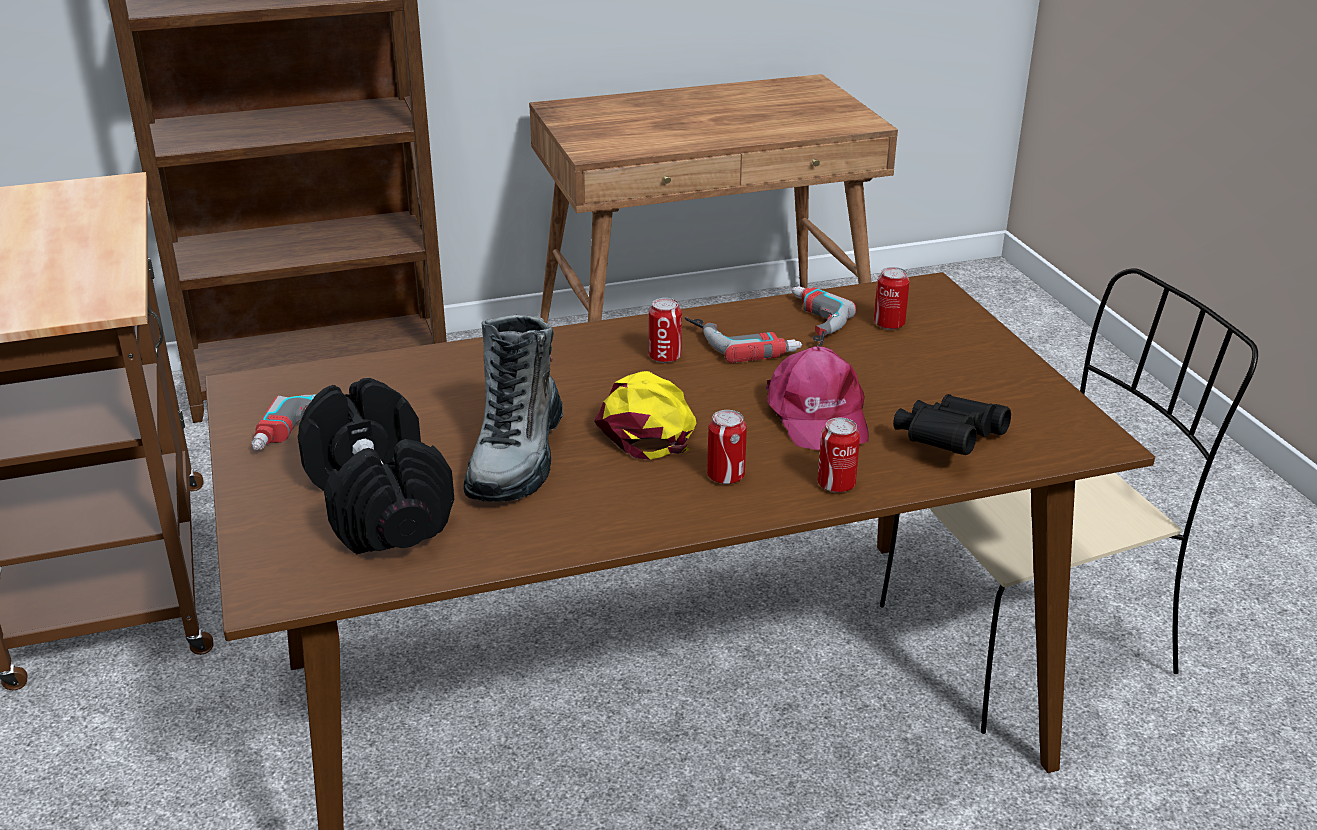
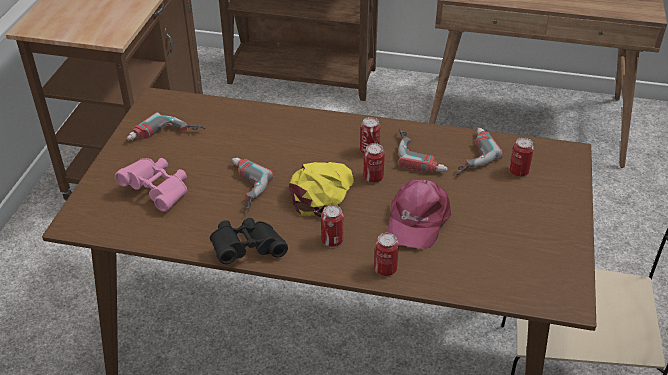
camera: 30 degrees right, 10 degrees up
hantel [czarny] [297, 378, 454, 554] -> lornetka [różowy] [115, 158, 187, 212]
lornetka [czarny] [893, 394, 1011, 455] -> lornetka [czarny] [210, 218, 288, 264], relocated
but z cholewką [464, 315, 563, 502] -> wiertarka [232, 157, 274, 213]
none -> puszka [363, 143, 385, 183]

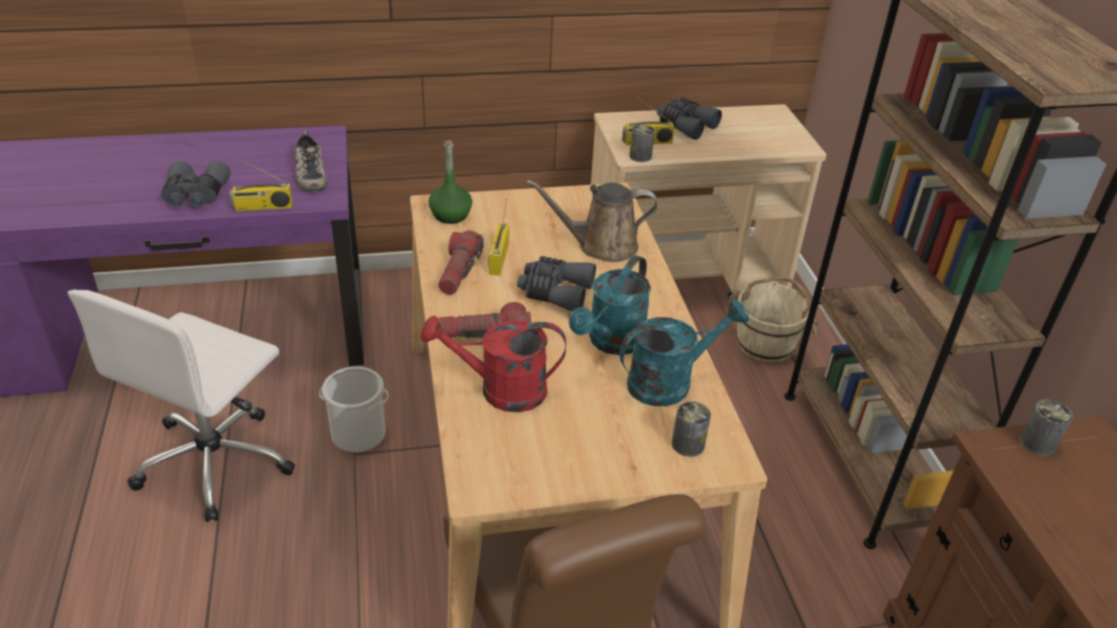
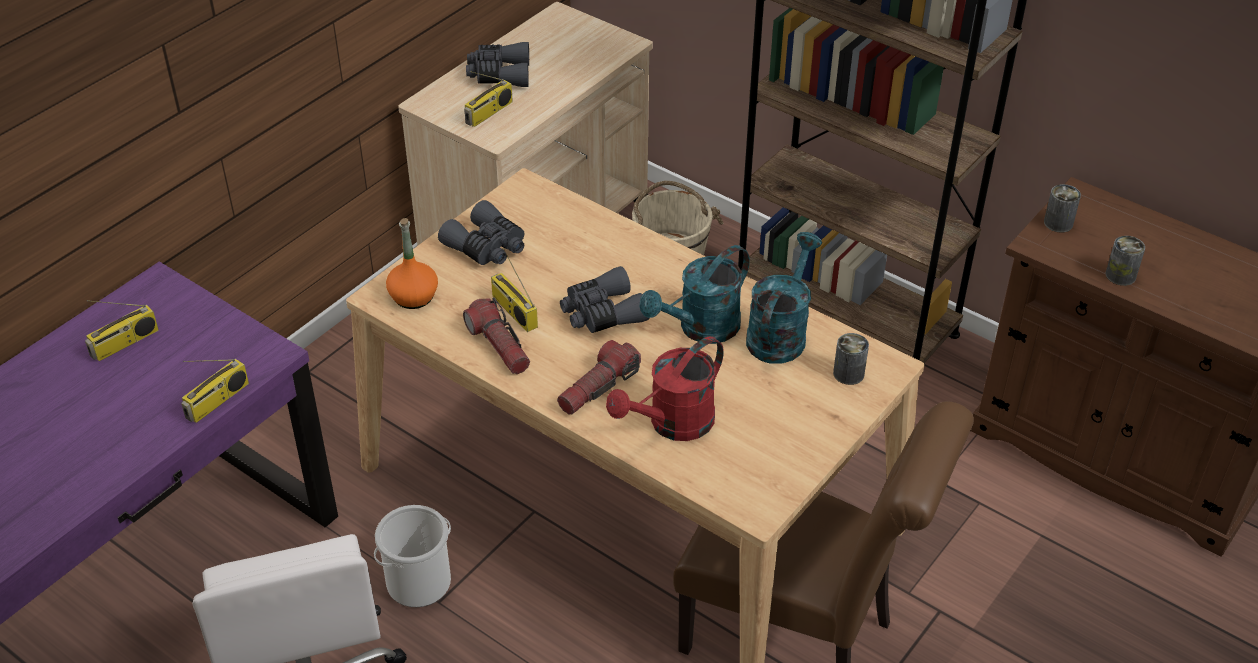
camera: 40 degrees left, 5 degrees up
none -> radio [85, 300, 159, 361]
butelka [zielony] [428, 140, 472, 224] -> butelka [pomarańczowy] [386, 218, 438, 309]
lornetka [szary] [161, 161, 231, 207] -> lornetka [szary] [438, 200, 525, 265], relocated
konewka [turkusowy] [569, 255, 651, 355] -> konewka [turkusowy] [640, 245, 750, 344], 60 degrees clockwise
puszka [629, 124, 655, 162] -> puszka [1106, 236, 1145, 286], relocated
but [295, 130, 327, 192] -> none
konewka [brązowy] [526, 180, 658, 262] -> none

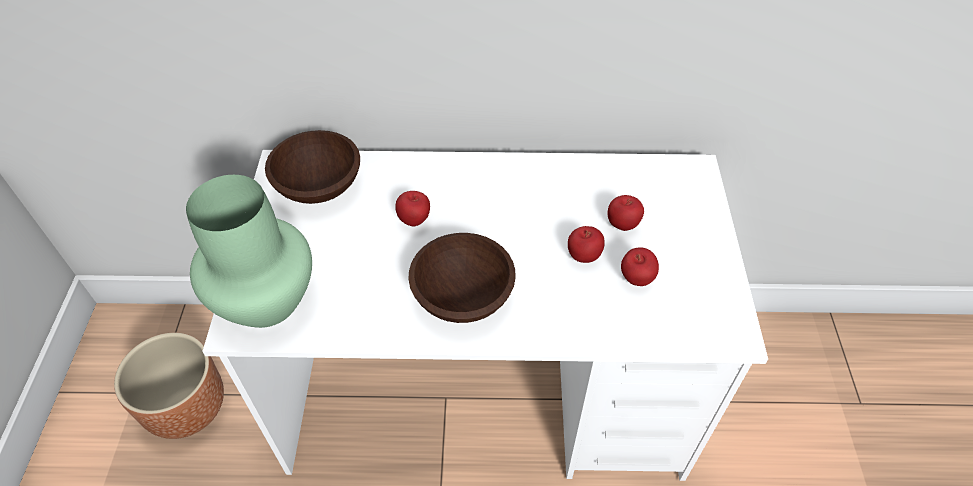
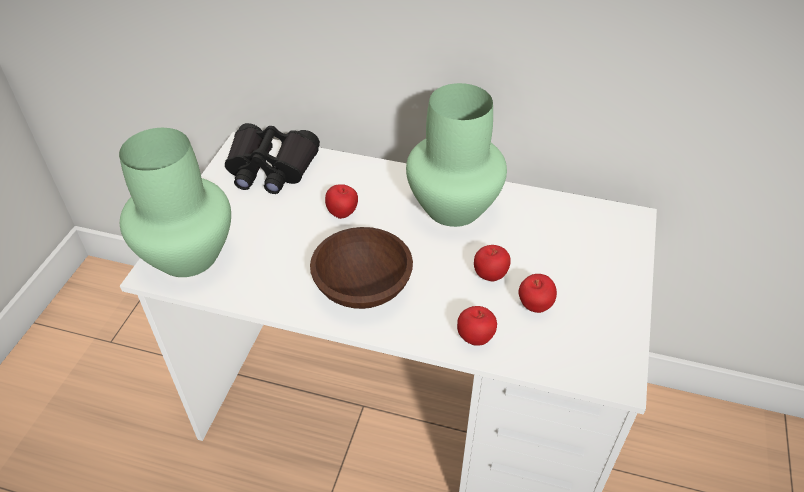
camera: 15 degrees right, 5 degrees down
miska [brązowy] [265, 130, 360, 204] -> lornetka [czarny] [225, 123, 320, 194]
none -> wazon [zielony] [406, 83, 507, 227]
jabłko [607, 195, 644, 231] -> jabłko [457, 306, 497, 346], relocated
donica [brązowy] [114, 333, 224, 439] -> none

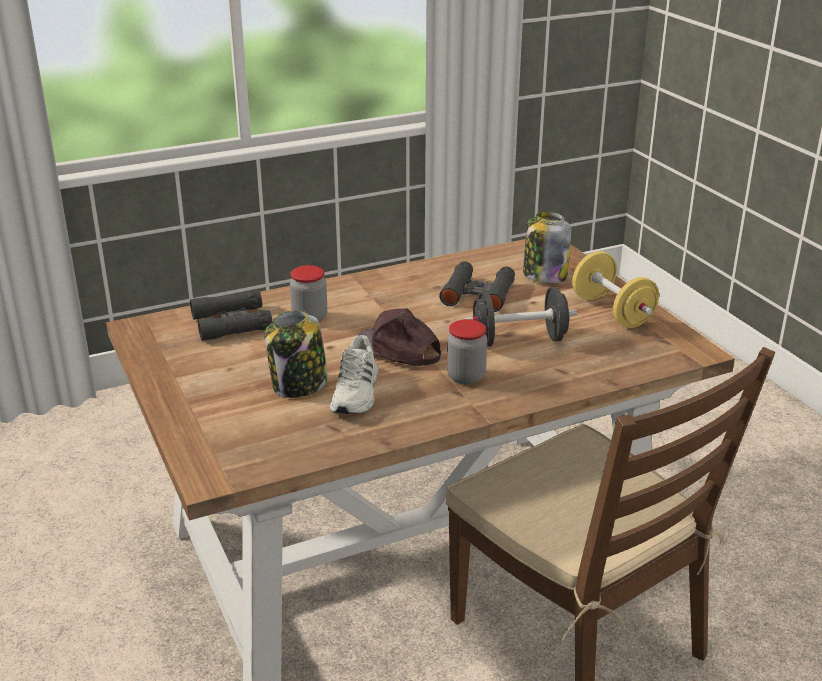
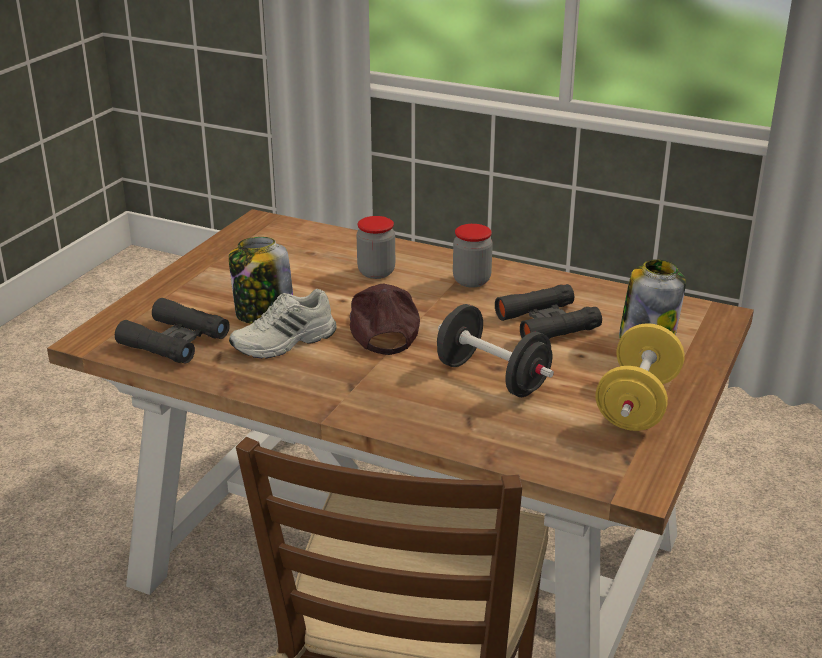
camera: 50 degrees right, 0 degrees up
lornetka [czarny] [190, 290, 273, 341] -> lornetka [czarny] [115, 298, 230, 364], relocated
słoik [447, 319, 487, 385] -> słoik [453, 224, 493, 288], relocated

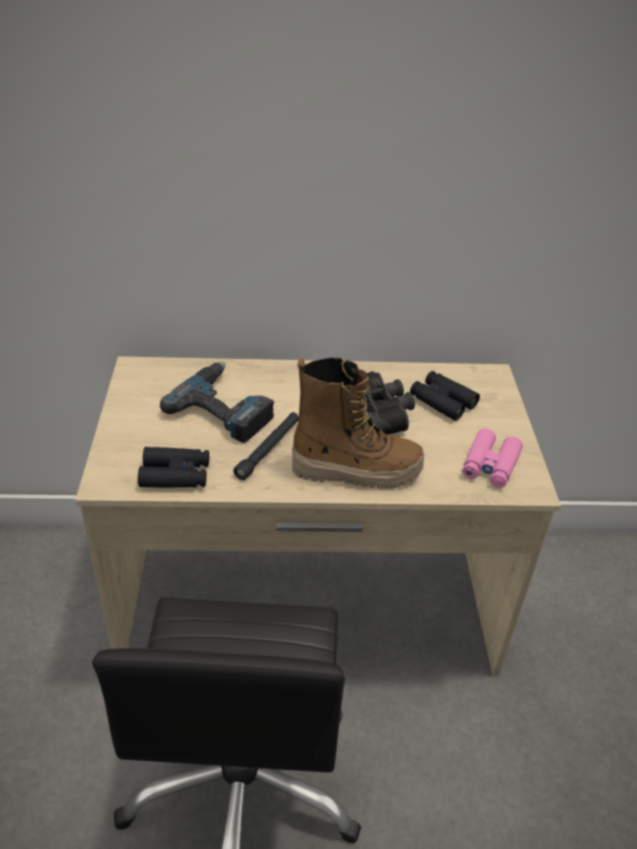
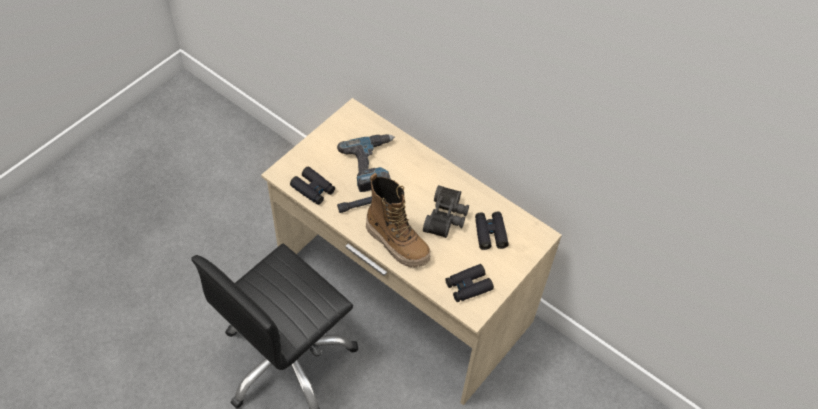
camera: 40 degrees right, 15 degrees up
lornetka [różowy] [462, 428, 523, 488] -> lornetka [czarny] [445, 264, 494, 302]

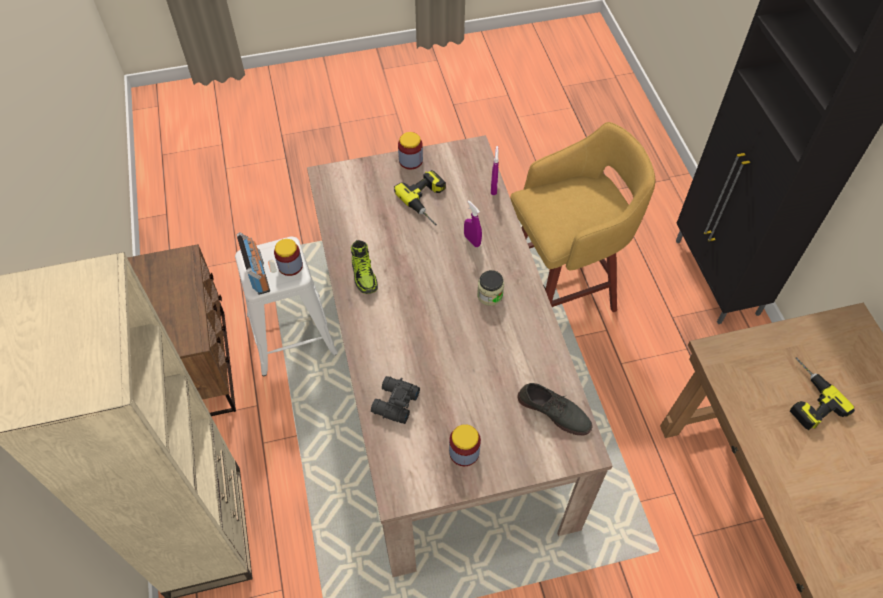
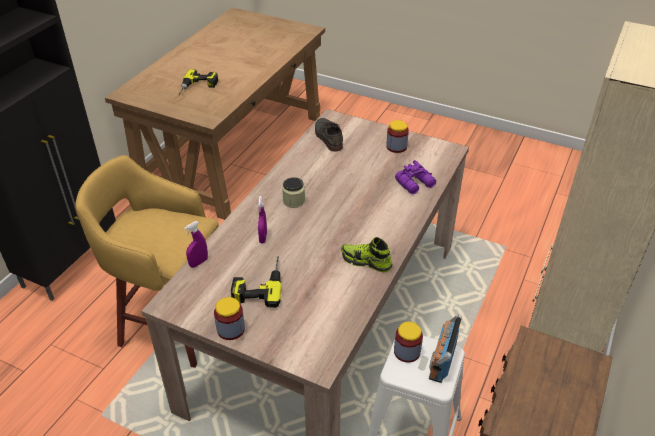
camera: 140 degrees left, 15 degrees down
but [351, 240, 378, 294] -> but [341, 237, 393, 273], 90 degrees counterclockwise
lornetka [czarny] [371, 376, 420, 424] -> lornetka [fioletowy] [395, 160, 436, 194]

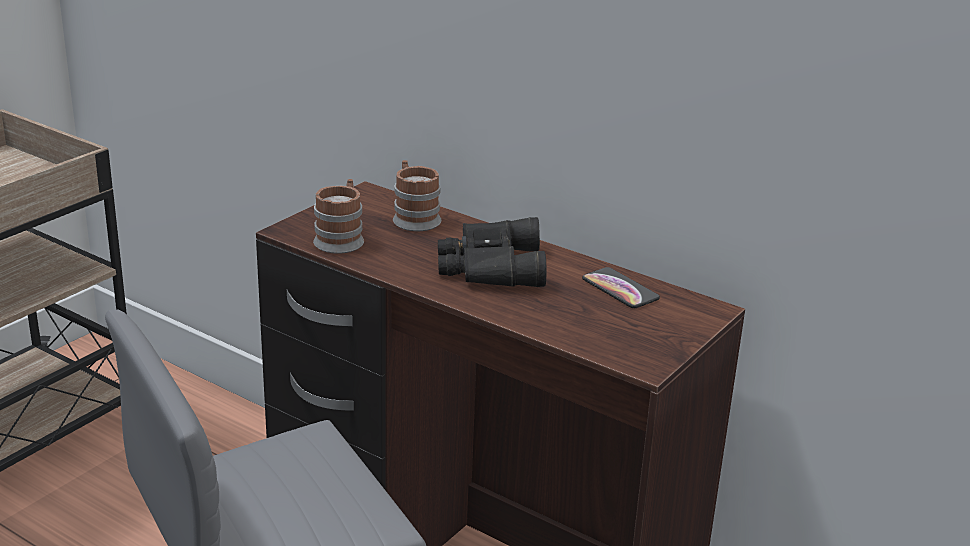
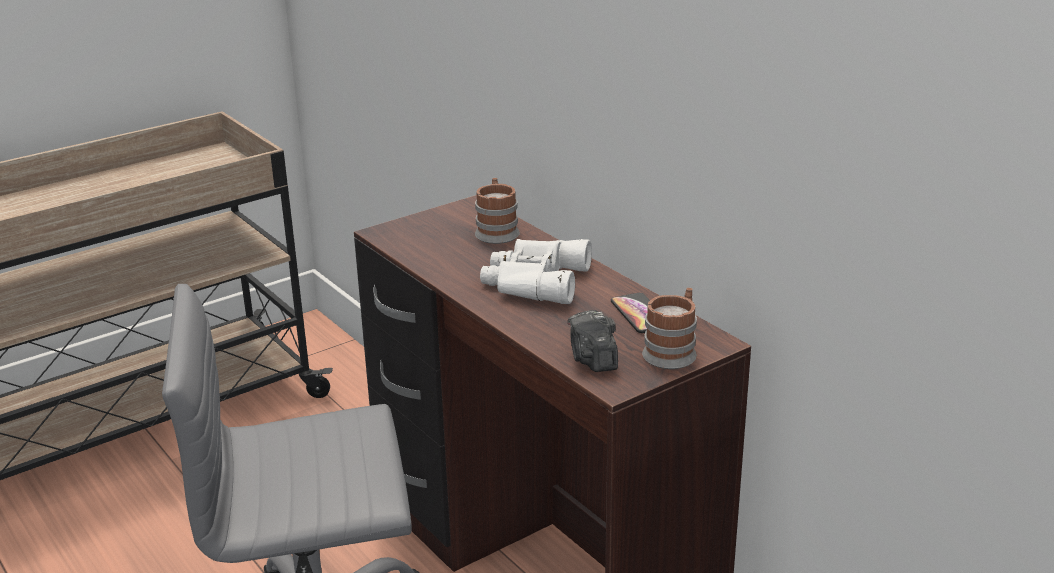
camera: 20 degrees right, 0 degrees up
lornetka [czarny] [438, 217, 547, 287] -> lornetka [biały] [480, 239, 592, 304]
none -> aparat fotograficzny [567, 310, 618, 372]
kubek [313, 179, 364, 254] -> kubek [642, 288, 697, 369], relocated

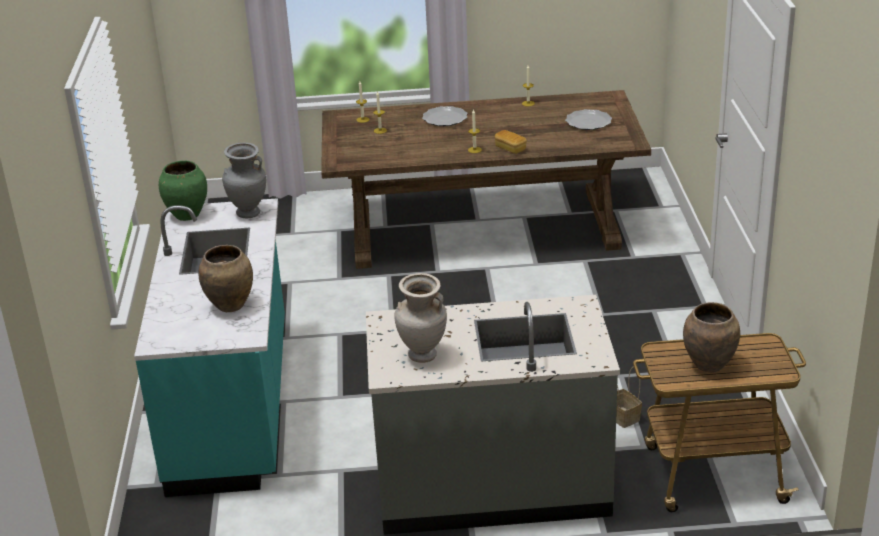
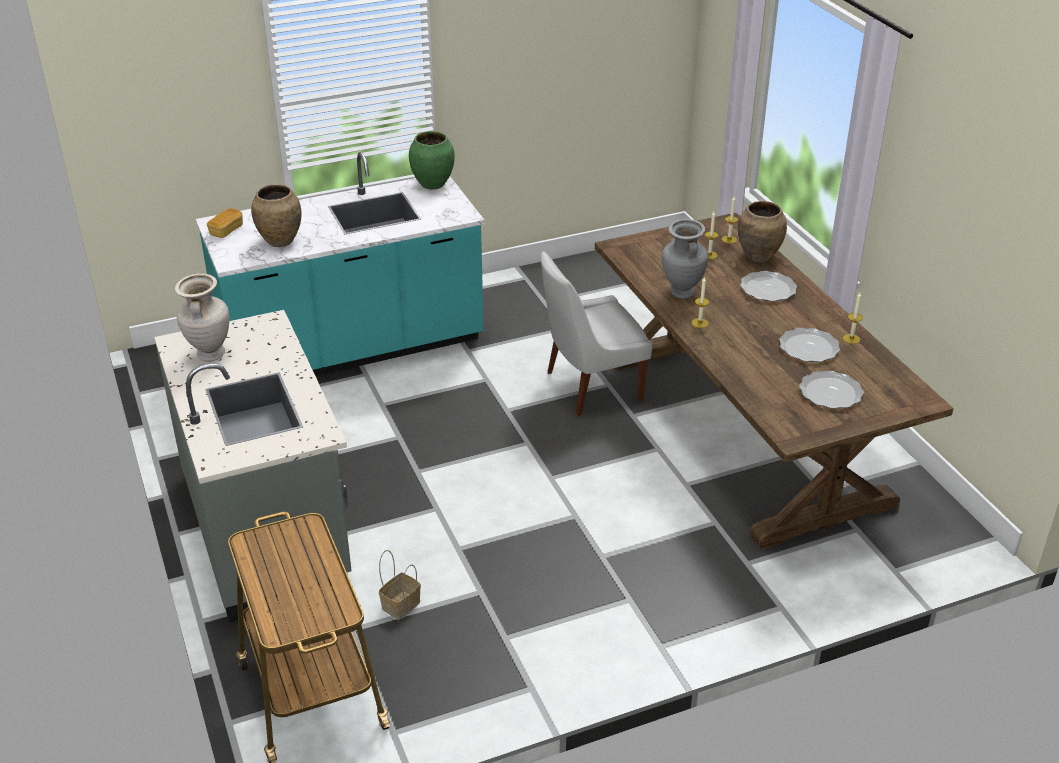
camera: 70 degrees right, 5 degrees up
chleb [495, 130, 527, 154] -> chleb [207, 208, 243, 238], relocated
none -> krzesło [biały] [541, 251, 653, 416]
wazon [szary] [222, 142, 266, 218] -> wazon [szary] [662, 219, 708, 299], relocated
wazon [brązowy] [683, 302, 740, 373] -> wazon [brązowy] [738, 201, 787, 262], relocated
none -> talerz [779, 328, 840, 362]

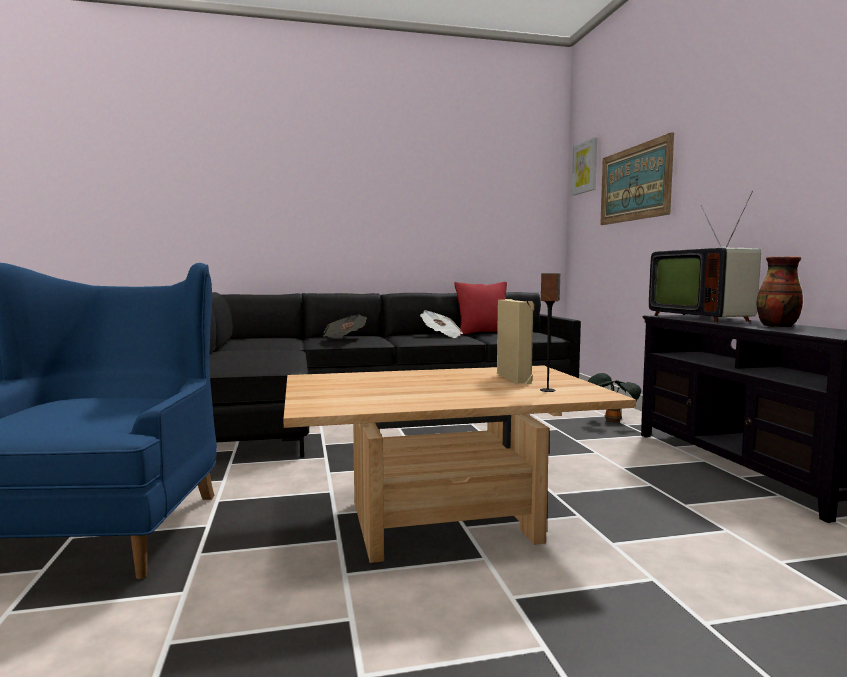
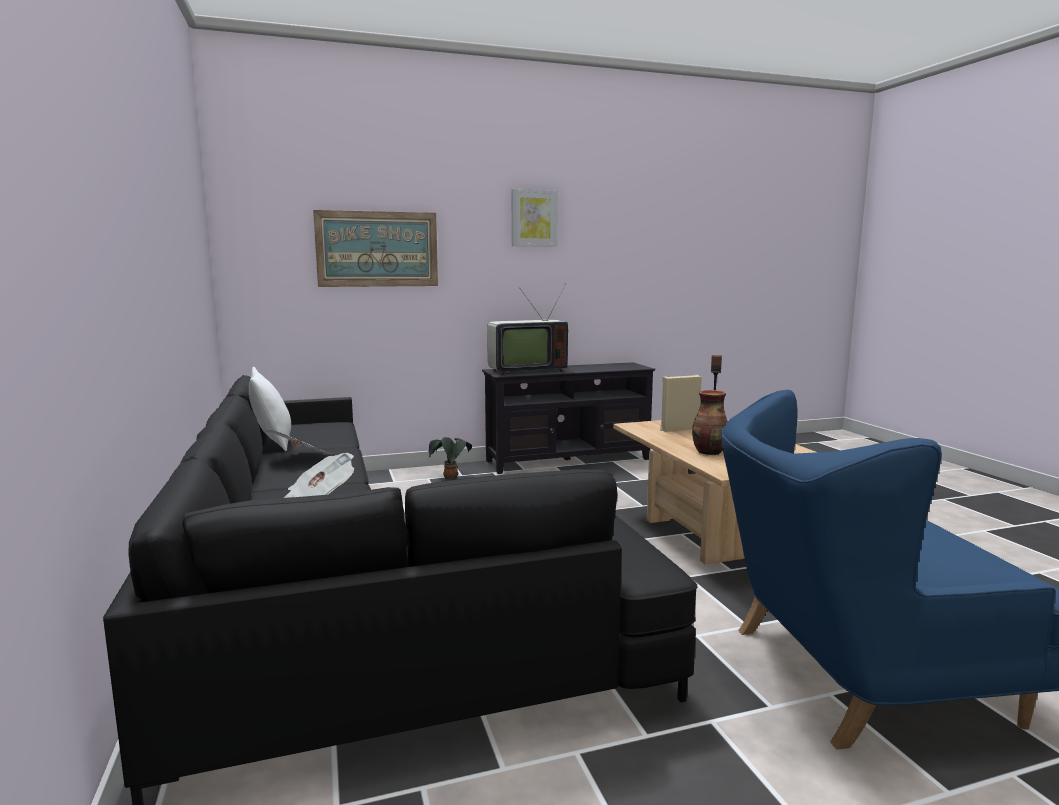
camera: 95 degrees left, 5 degrees up
poduszka [czerwony] [454, 282, 507, 335] -> poduszka [biały] [249, 367, 291, 452]
obraz [572, 137, 597, 195] -> obraz [512, 189, 558, 247], relocated
wazon [757, 257, 803, 328] -> wazon [692, 390, 727, 455], relocated

